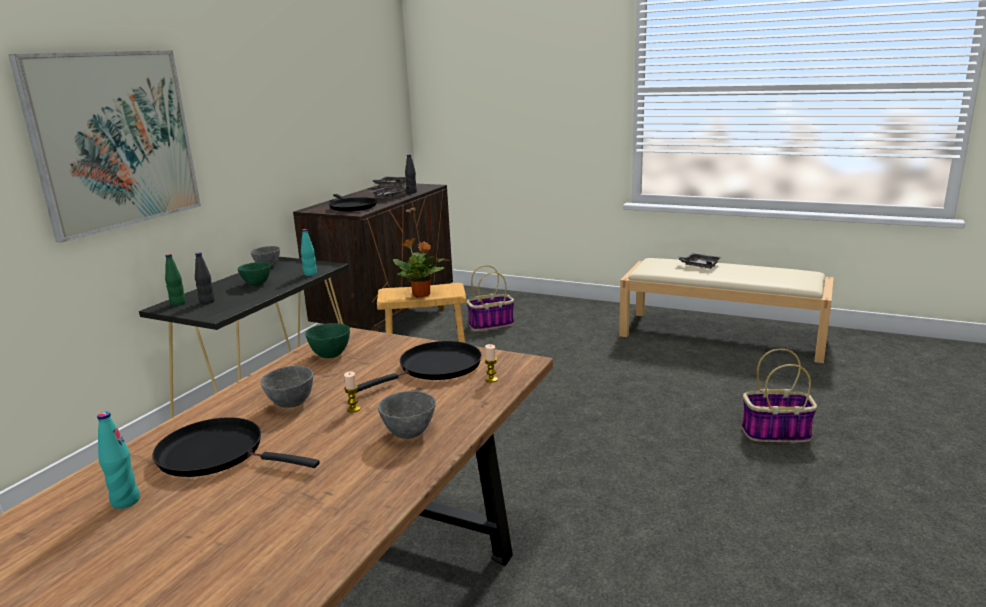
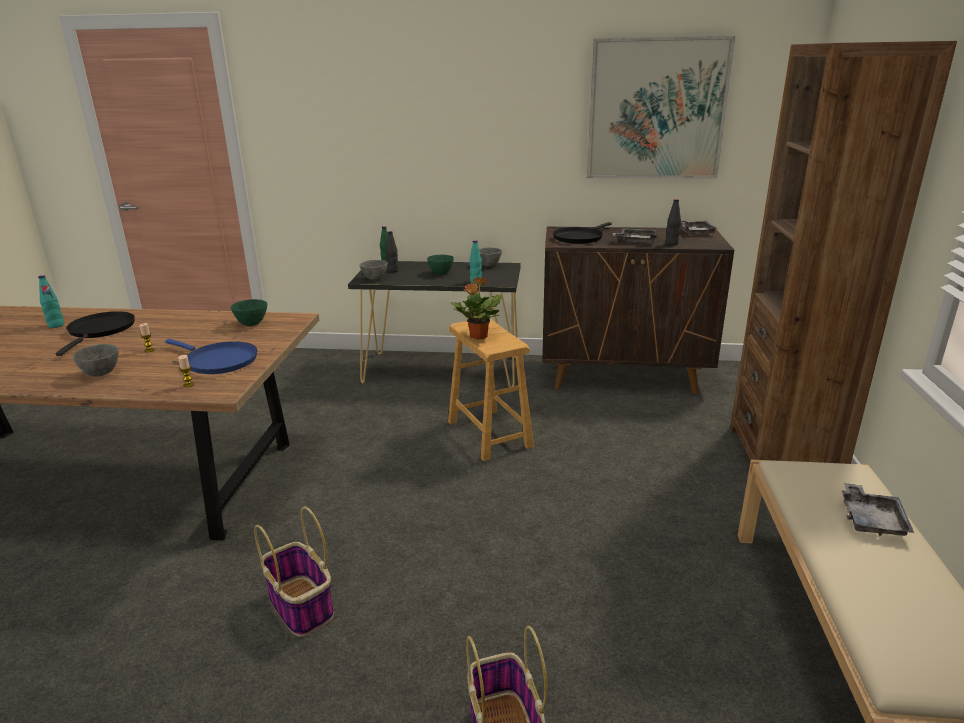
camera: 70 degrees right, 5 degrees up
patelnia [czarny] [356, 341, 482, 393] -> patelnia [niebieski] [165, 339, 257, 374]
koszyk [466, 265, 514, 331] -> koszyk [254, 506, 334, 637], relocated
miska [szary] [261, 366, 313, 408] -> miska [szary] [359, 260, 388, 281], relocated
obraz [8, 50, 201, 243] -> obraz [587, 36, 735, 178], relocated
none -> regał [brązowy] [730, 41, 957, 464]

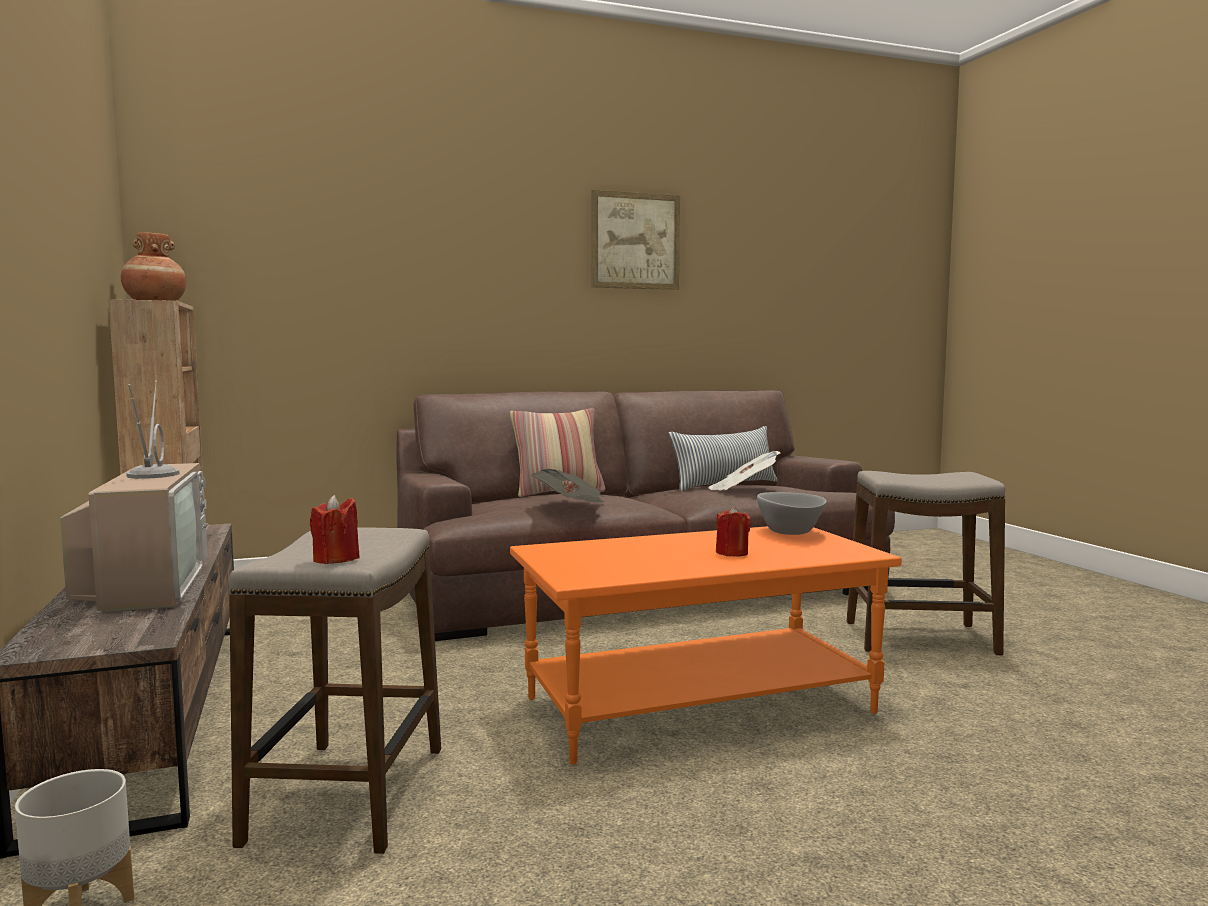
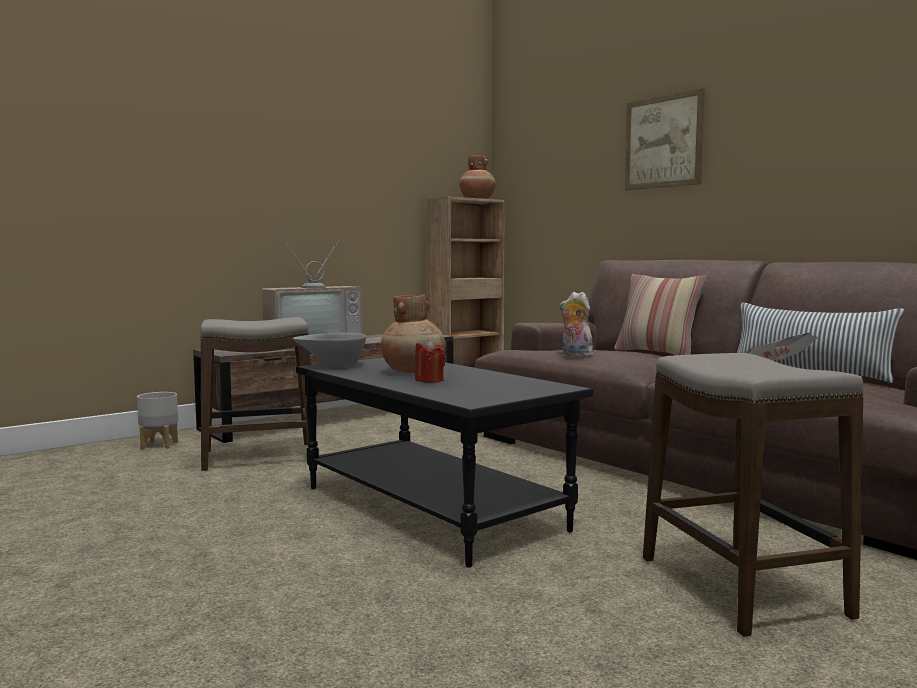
camera: 70 degrees right, 0 degrees up
miska [szary] [757, 492, 827, 535] -> miska [szary] [292, 333, 366, 367], relocated
ława [pomarańczowy] [510, 526, 902, 765] -> ława [czarny] [296, 358, 593, 568]
none -> wazon [brązowy] [381, 294, 446, 373]
gazeta [531, 469, 605, 503] -> pluszak [560, 292, 593, 357]
obraz [591, 190, 680, 290] -> obraz [625, 88, 705, 190], relocated
świeca [czerwony] [310, 495, 360, 564] -> none

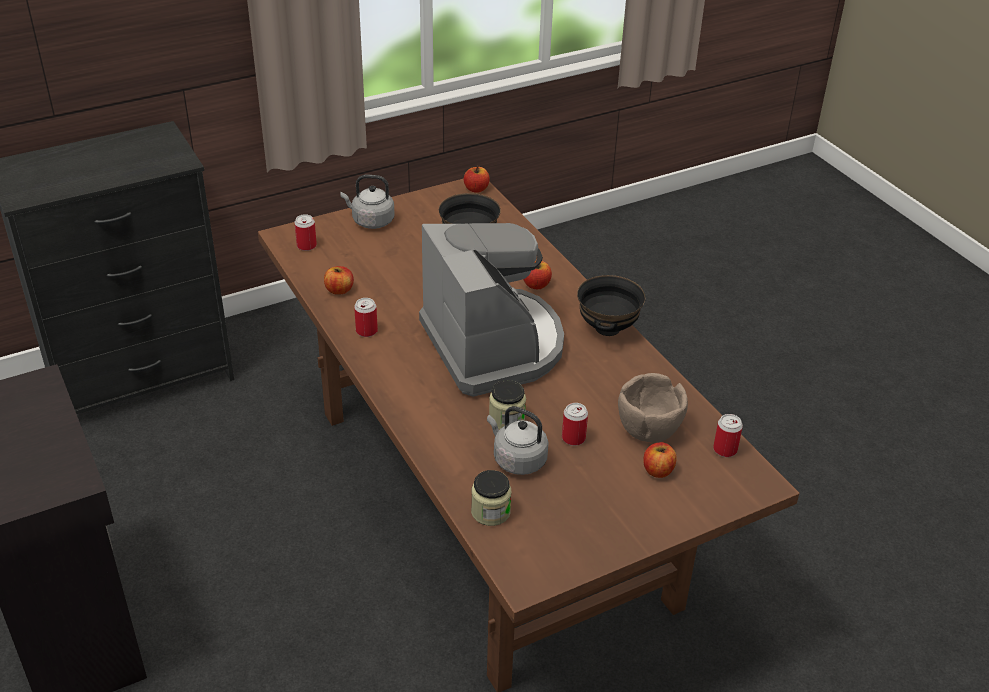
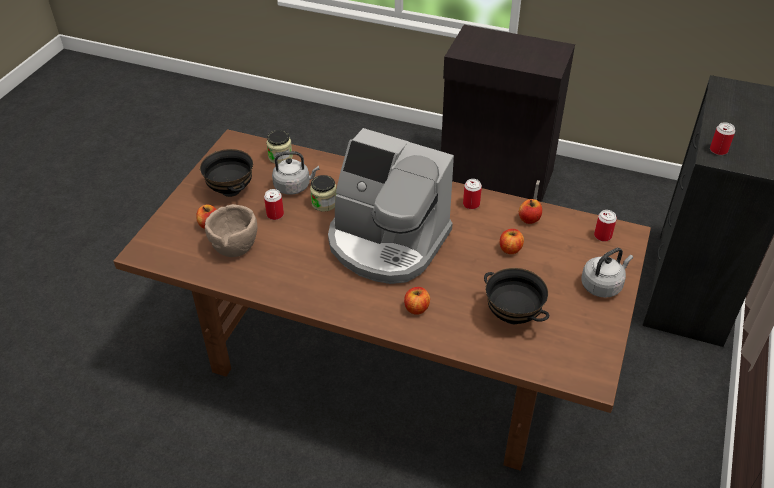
camera: 140 degrees right, 5 degrees up
miska [czarny] [577, 275, 645, 336] -> miska [czarny] [200, 149, 253, 197], relocated
jabłko [464, 166, 490, 193] -> jabłko [500, 229, 524, 254], relocated
puszka [713, 414, 743, 457] -> puszka [710, 122, 735, 155], relocated

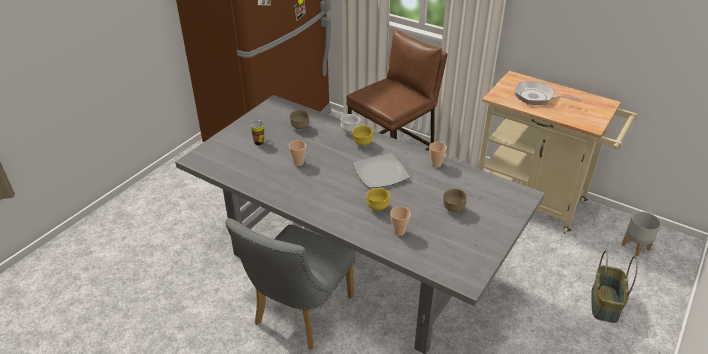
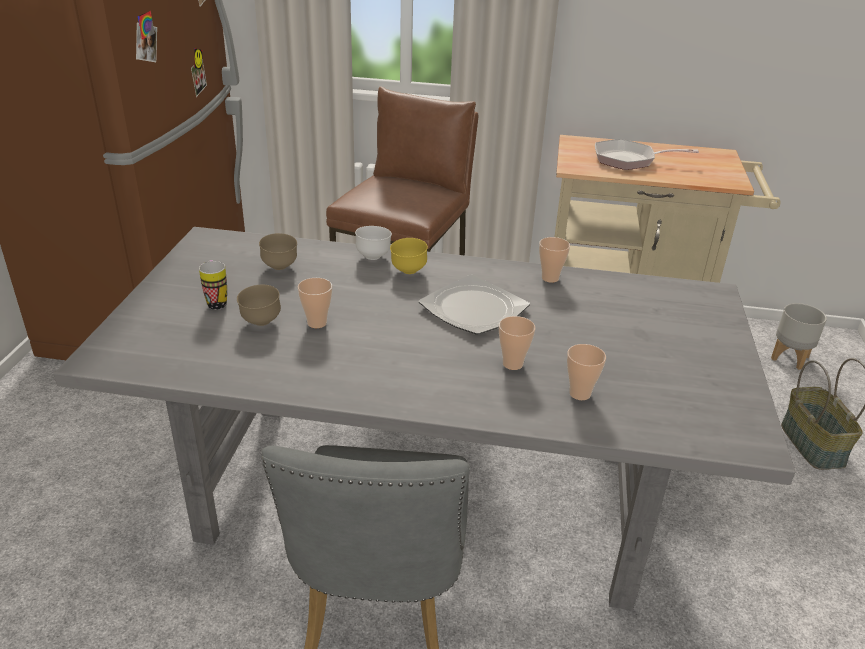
camera: 25 degrees left, 5 degrees down
miska [brązowy] [443, 189, 467, 212] -> miska [brązowy] [237, 285, 281, 326], relocated
miska [żółty] [366, 188, 390, 211] -> filiżanka [499, 316, 536, 370]

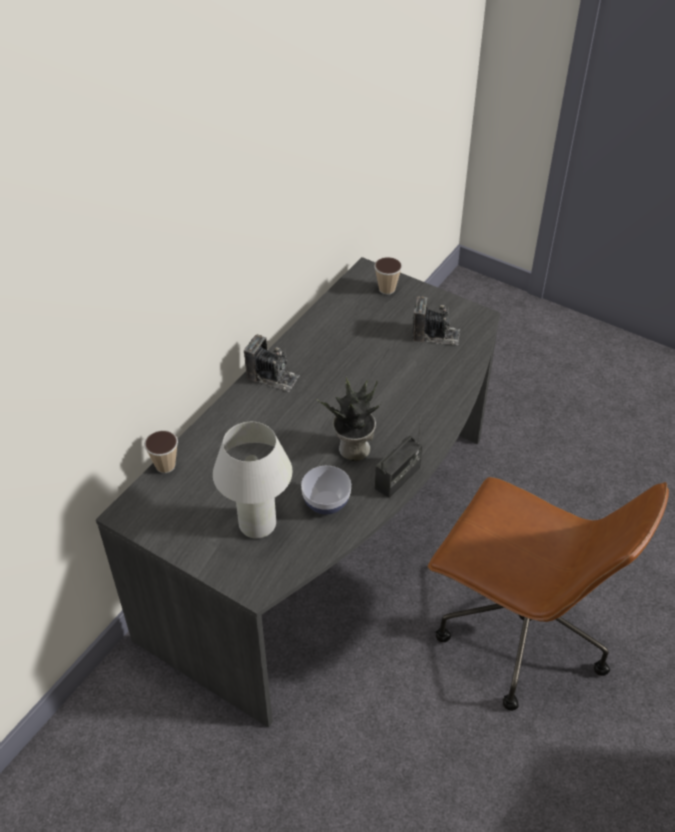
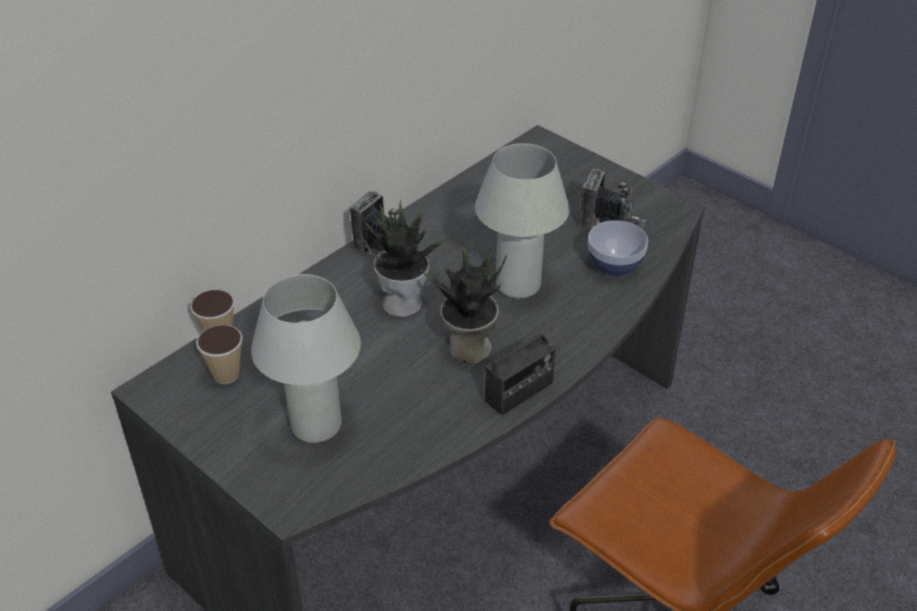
camera: 10 degrees right, 5 degrees down
filiżanka [374, 257, 402, 295] -> filiżanka [196, 325, 243, 384], relocated
none -> roślina doniczkowa [365, 199, 451, 317]
none -> lampa stołowa [biały] [475, 143, 570, 299]
miska [301, 466, 351, 514] -> miska [588, 220, 648, 277], relocated

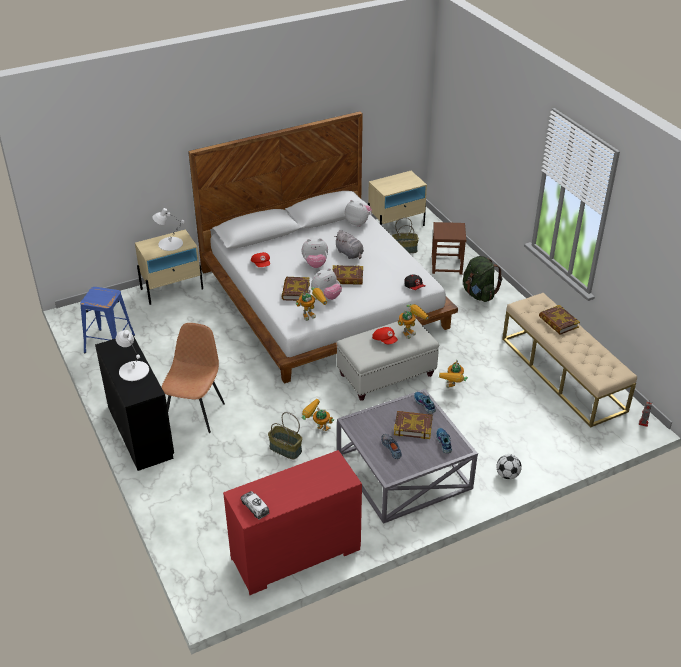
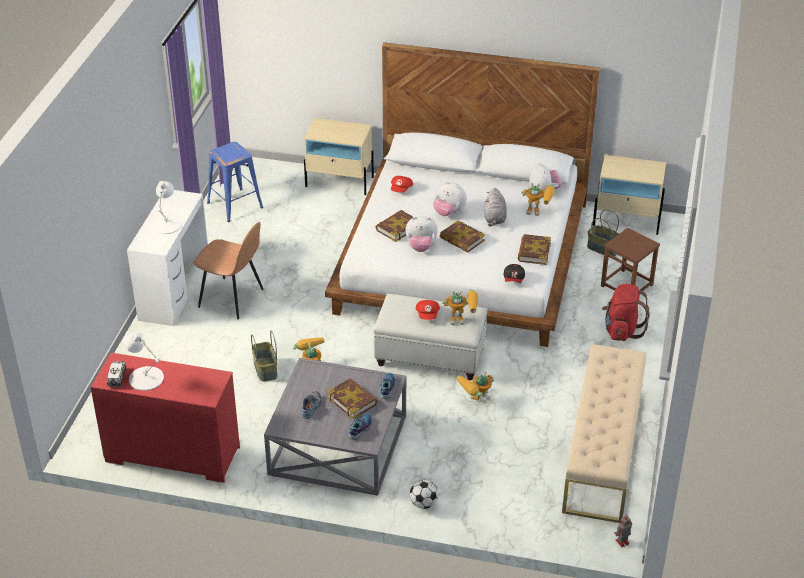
camera: 40 degrees right, 0 degrees up
lampa stołowa [biały] [152, 208, 184, 251] -> lampa stołowa [biały] [123, 332, 164, 391], relocated
biurko [czarny] [95, 334, 174, 471] -> biurko [biały] [127, 190, 208, 326]
krzesło [brązowy] [161, 323, 225, 433] -> krzesło [brązowy] [194, 222, 264, 319], 60 degrees clockwise
książka [539, 305, 580, 335] -> książka [518, 234, 551, 265], relocated
robot zabawkowy [296, 287, 327, 321] -> robot zabawkowy [521, 183, 555, 216], relocated
plecak [zielony] [463, 256, 502, 302] -> plecak [czerwony] [602, 284, 650, 341]

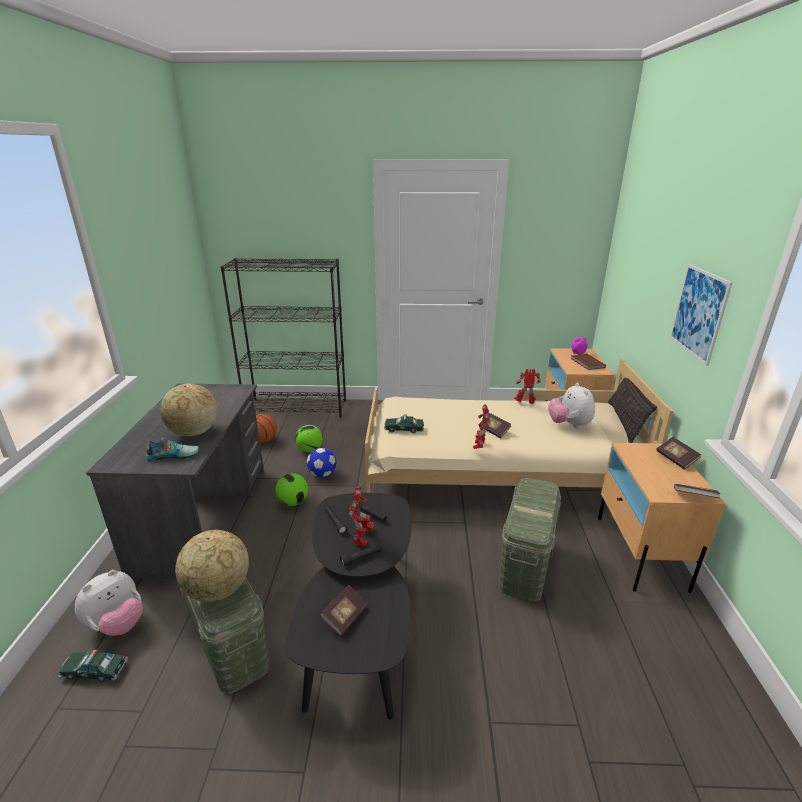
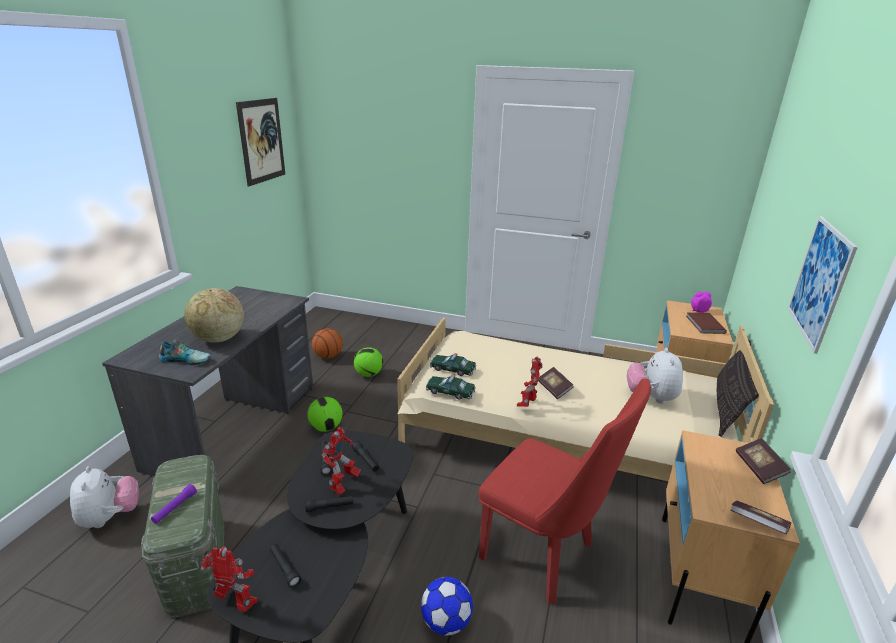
camera: 15 degrees right, 0 degrees up
pluszak [75, 570, 143, 636] -> pluszak [70, 466, 139, 528], 75 degrees counterclockwise
globus [175, 530, 249, 602] -> latarka [fioletowy] [151, 484, 197, 524]
robot zabawkowy [514, 368, 541, 404] -> robot zabawkowy [200, 546, 258, 612], relocated
none -> obraz [236, 98, 285, 187]
książka [320, 584, 368, 636] -> latarka [czarny] [270, 544, 301, 588]
piłka futbolowa [307, 448, 336, 477] -> piłka futbolowa [421, 577, 473, 635], relocated
samochodzik [58, 650, 128, 682] -> samochodzik [426, 374, 476, 400], relocated
pojemnik do przechowywania [zielony] [499, 478, 561, 602] -> krzesło [czerwony] [479, 379, 651, 605]
regał [czarny] [220, 258, 346, 417] -> none

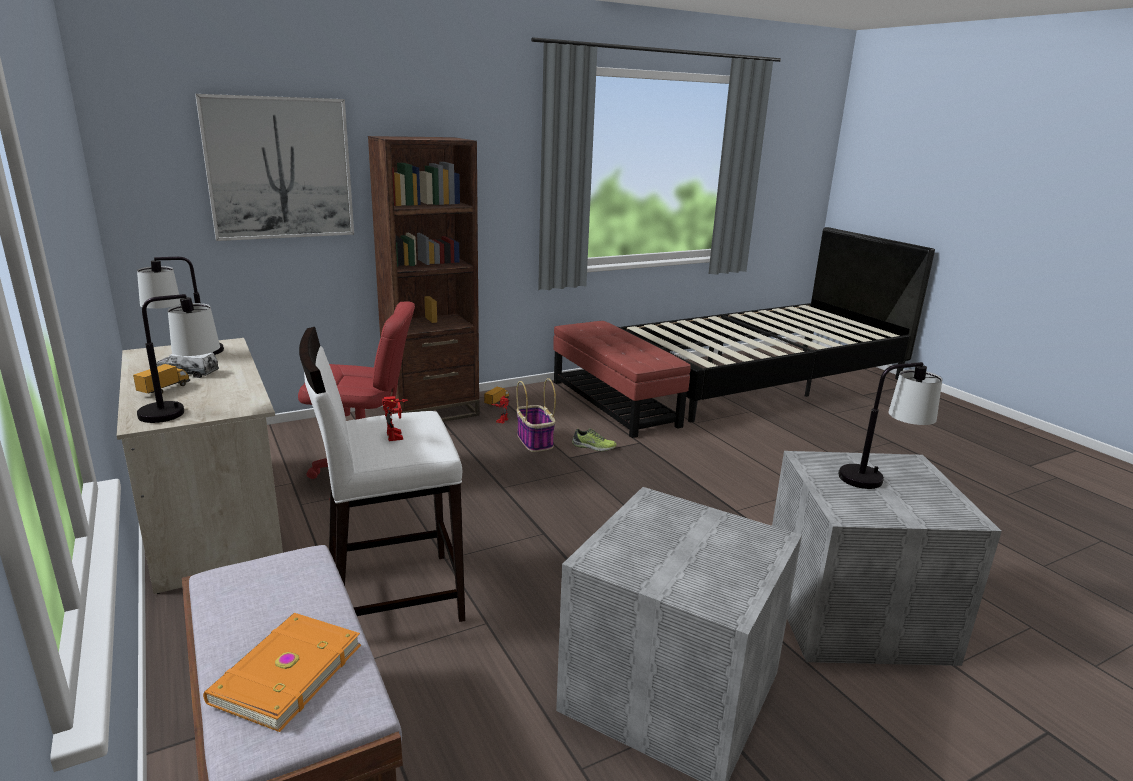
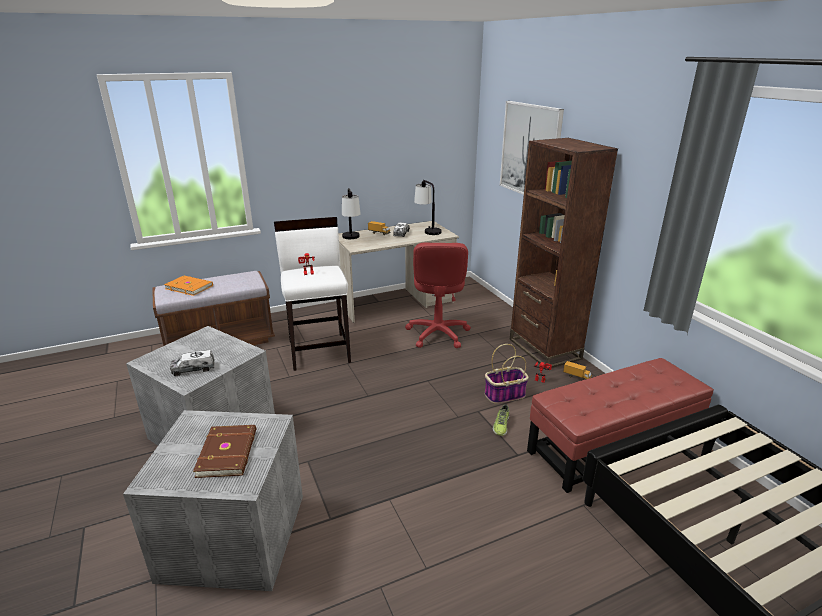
camera: 95 degrees right, 5 degrees up
none -> ciężarówka zabawkowa [170, 350, 215, 376]
lampa stołowa [838, 362, 942, 489] -> książka [brązowy] [193, 425, 256, 478]

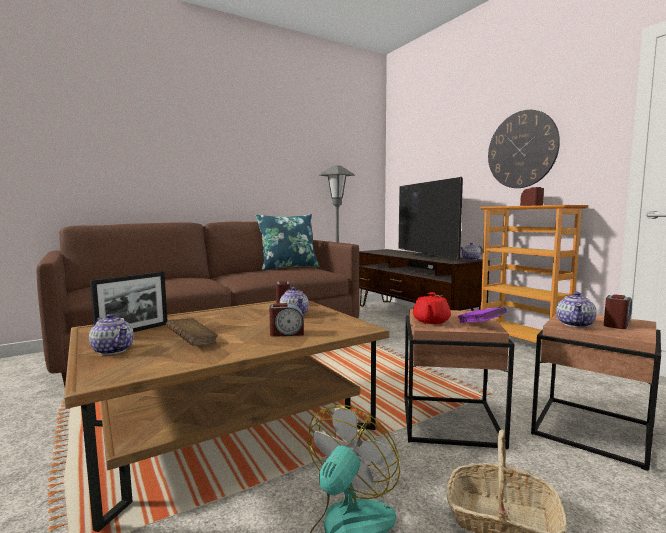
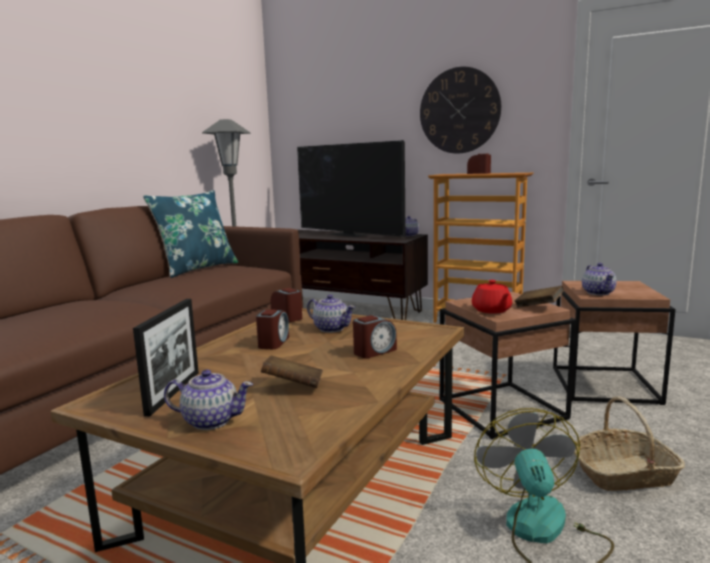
camera: 30 degrees left, 5 degrees up
budzik [604, 294, 632, 329] -> budzik [256, 309, 289, 349], relocated
książka [fioletowy] [457, 307, 507, 323] -> książka [brązowy] [514, 286, 564, 307]

